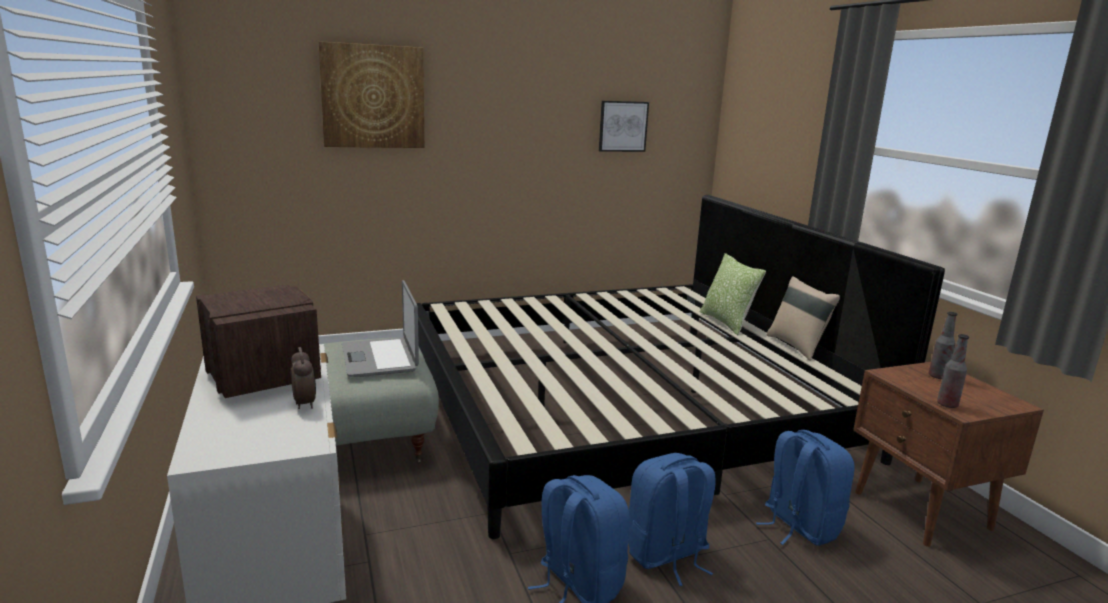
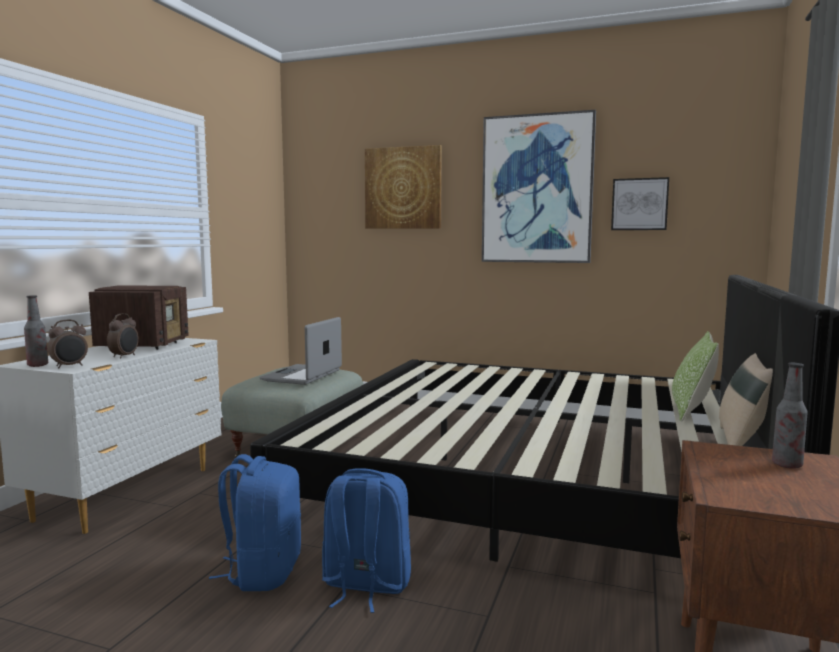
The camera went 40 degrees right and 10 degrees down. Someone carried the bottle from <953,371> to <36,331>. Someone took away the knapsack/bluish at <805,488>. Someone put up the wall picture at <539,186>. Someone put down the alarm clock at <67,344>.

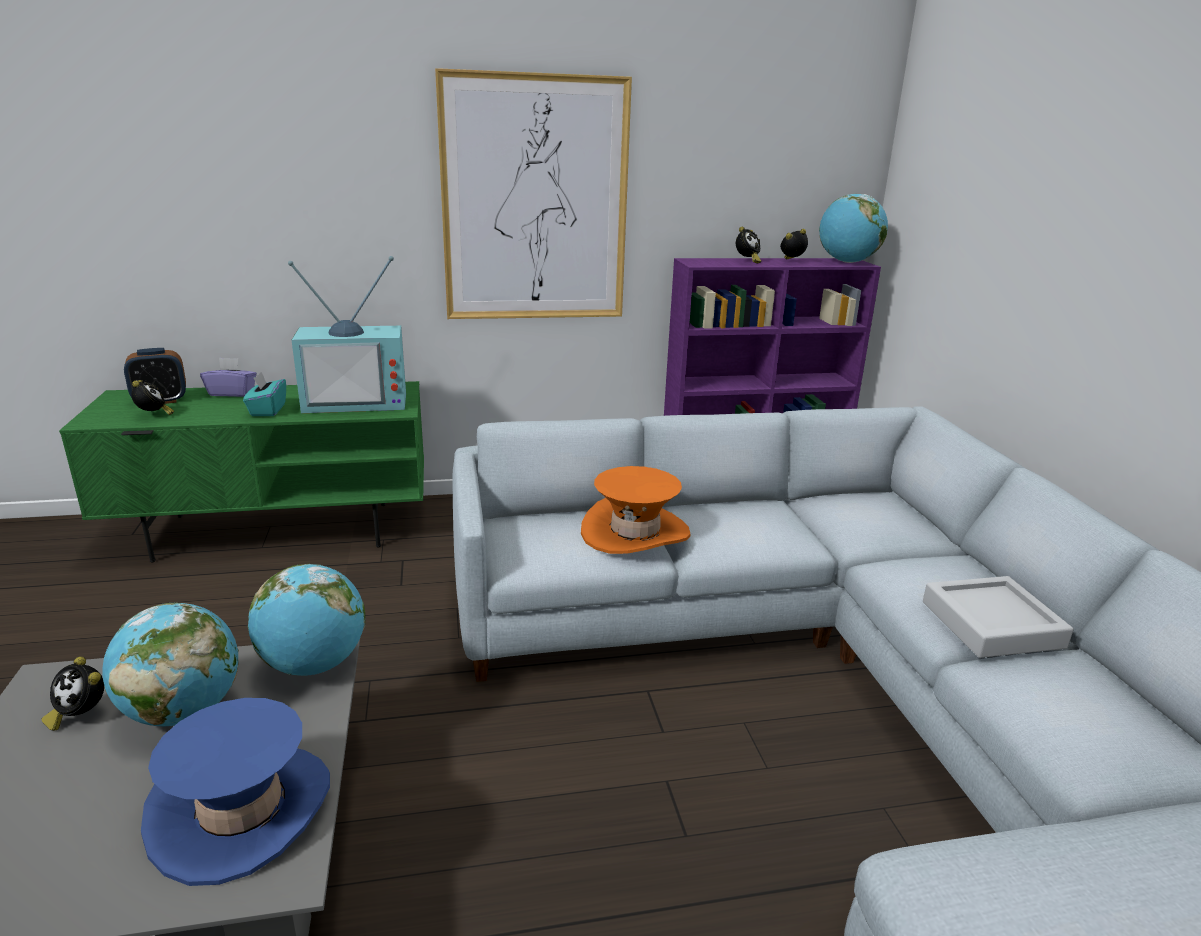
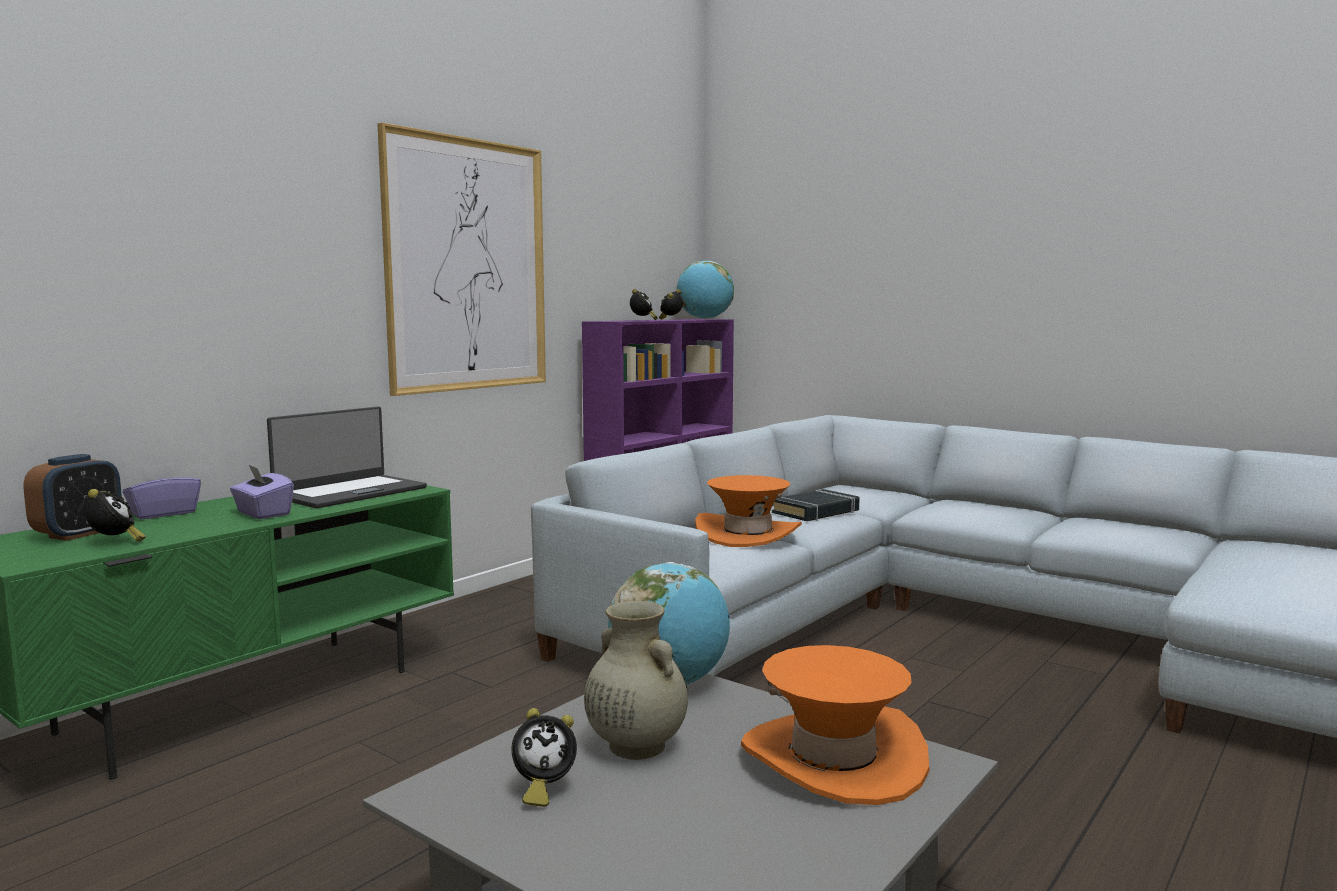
The camera went 40 degrees left and 15 degrees down. Someone swapped the television at <347,334> for the portable computer at <347,457>. Someone repainted the tissue box/turquoise at <264,394>, which became the tissue box/purple at <262,491>. Someone rotated the alarm clock at <152,397> by 45 degrees clockwise. Someone took away the carrying tray/gray at <998,617>. Someone swapped the globe at <170,664> for the flower vase/sand-coloured at <636,680>. Someone repainted the hat/bluish at <235,792>, which became the hat/orange-coloured at <835,725>. Someone put down the bound book/blackish at <815,505>.

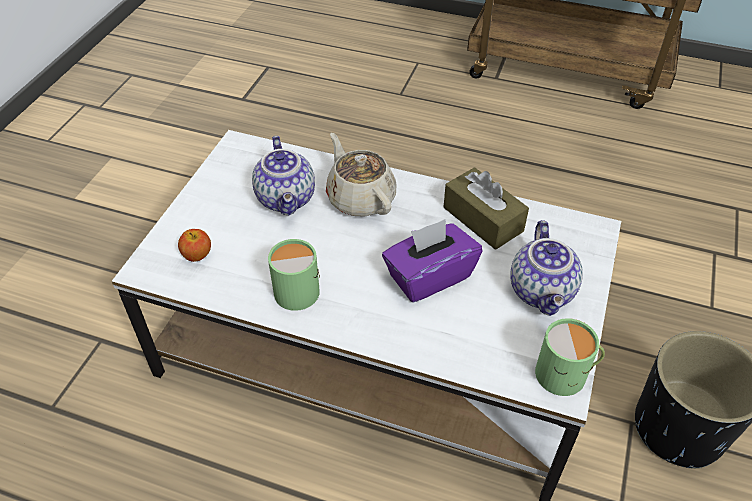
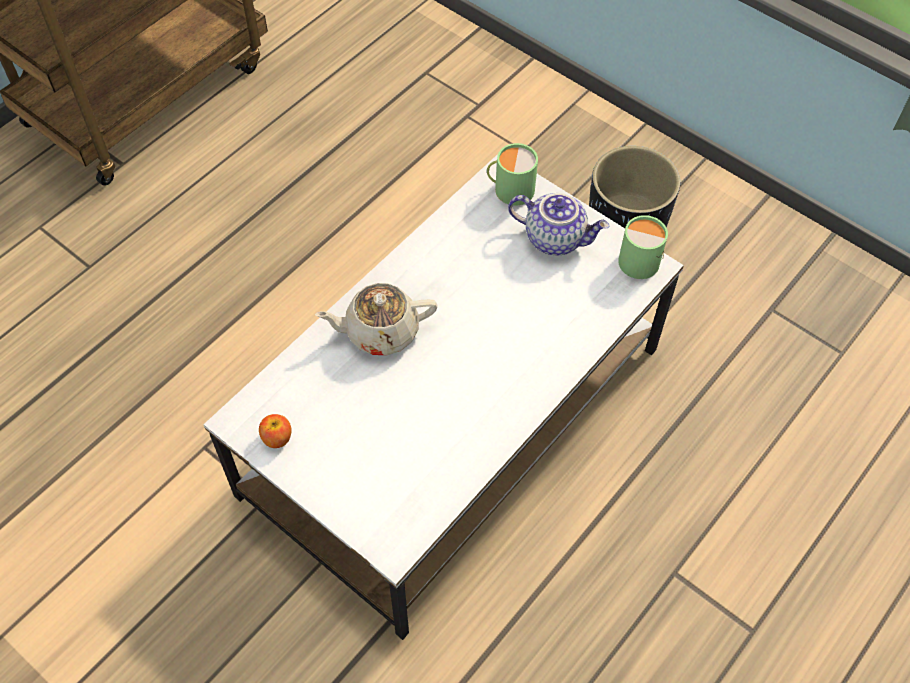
The camera went 70 degrees left and 10 degrees up. Someone took away the teapot at <283,175>. Someone took away the tissue box/brownish at <486,208>. Someone took away the tissue box/purple at <432,260>. Someone carried the whole apple from <194,245> to <275,431>. Someone carried the mug/greenish from <294,275> to <512,174>.

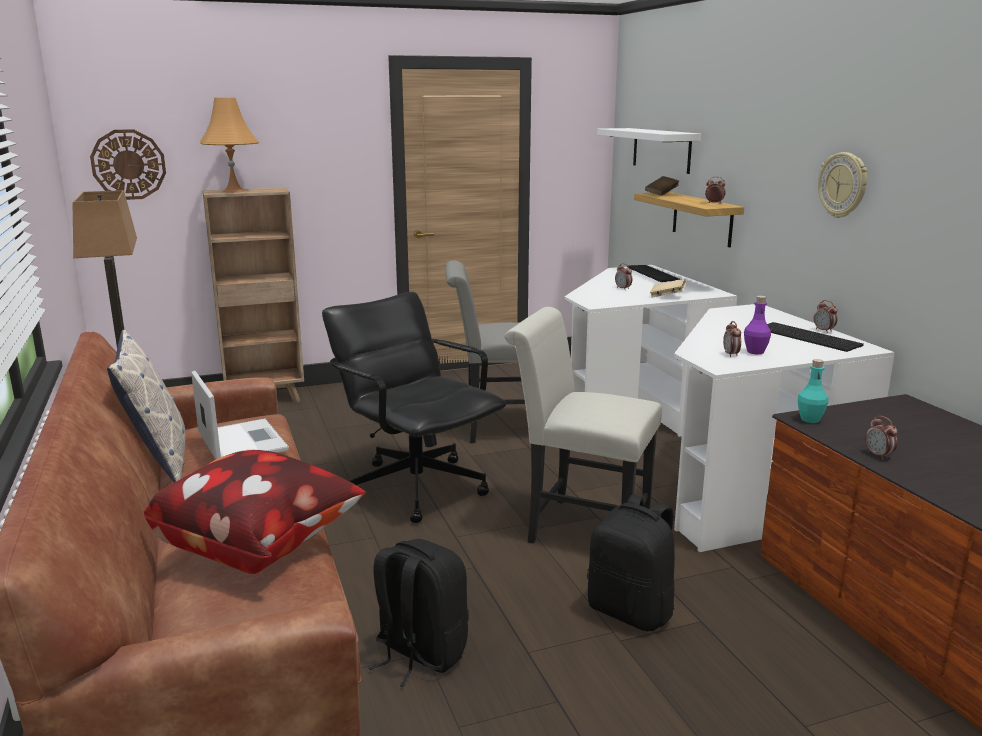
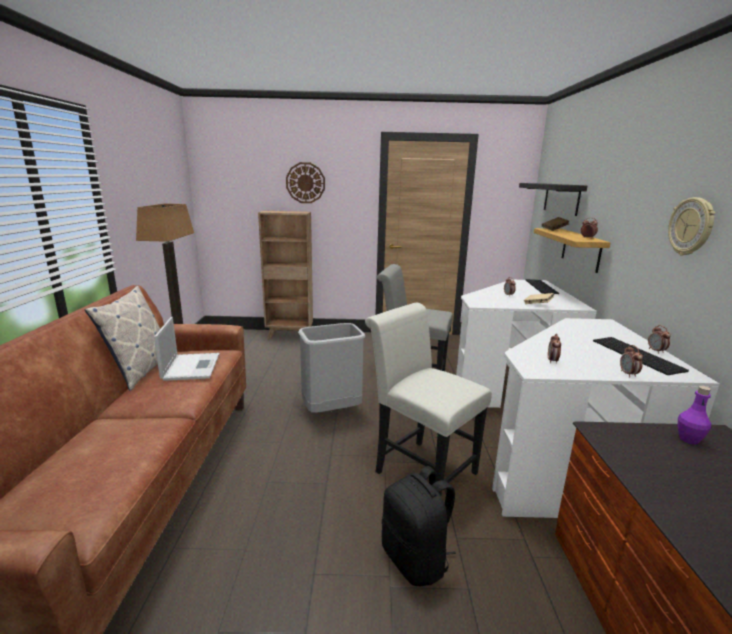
The camera went 20 degrees right and 0 degrees up. Someone took away the tabletop lamp/orange-coloured at <229,145>. Someone repainted the bracket shelf/white at <649,151>, which became the bracket shelf/blackish at <553,199>. Someone carried the hanging clock from <128,164> to <305,182>. Someone swapped the desk chair/blackish at <414,407> for the rubbish bin/gray at <331,368>. Someone carried the bottle/purple from <757,325> to <694,415>. Someone took away the bottle/turquoise at <813,391>. Someone carried the alarm clock from <882,438> to <631,361>. Someone took away the throw pillow at <254,512>. Someone took away the knapsack/blackish at <419,613>.

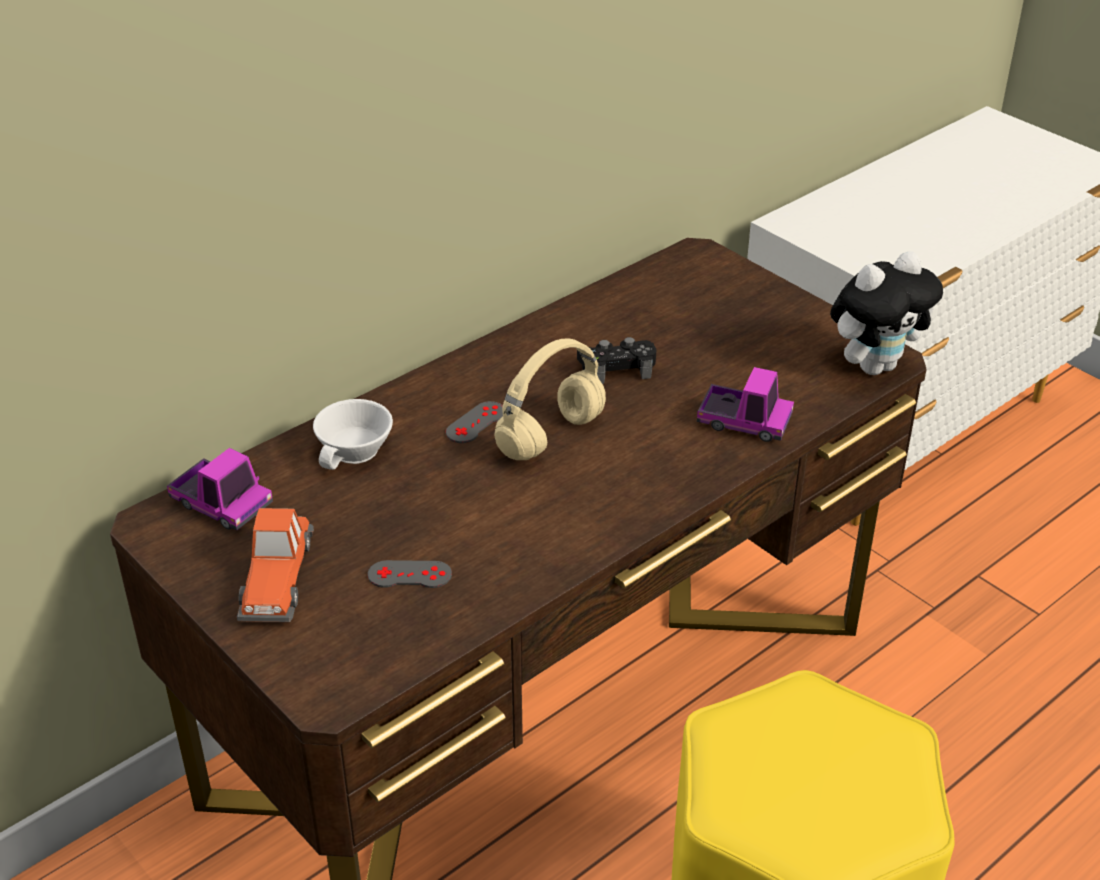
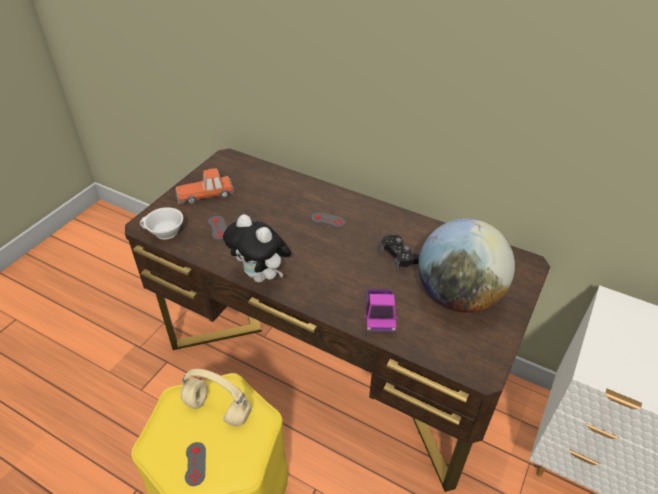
The camera went 70 degrees right and 5 degrees up. Someone carried the cuddly toy from <886,313> to <257,248>. Someone carried the headphones/sand-coloured from <550,399> to <216,397>. Someone carried the drinking cup/white from <353,434> to <161,223>. Someone took away the model truck at <220,489>. Someone put down the globe at <466,266>. Someone put down the joypad/gray at <195,464>.

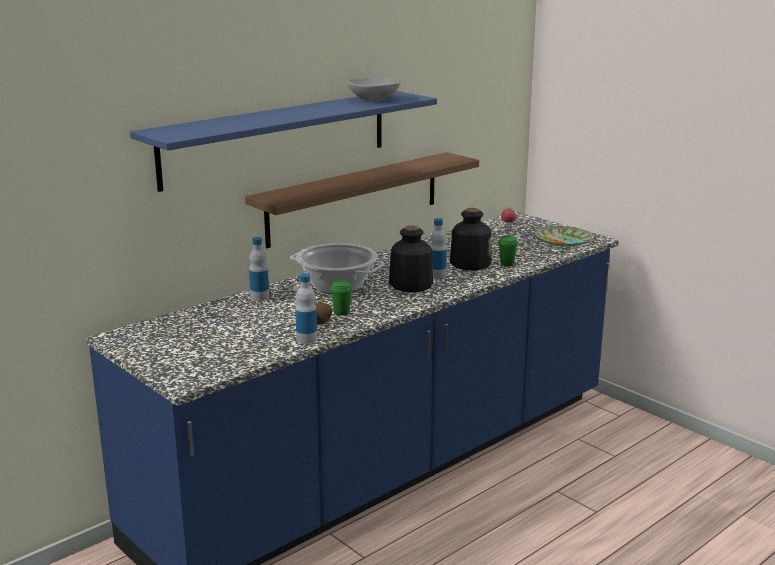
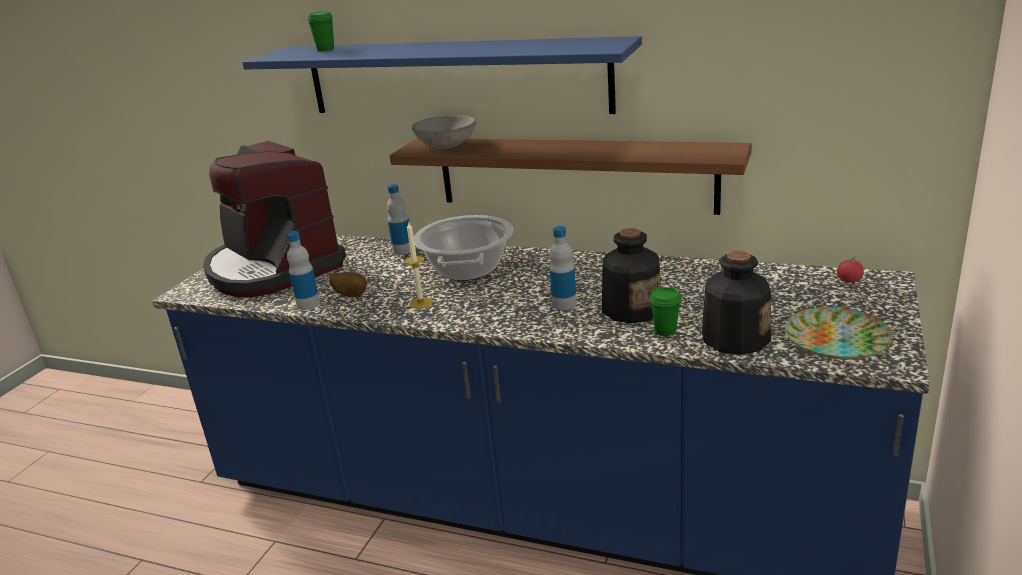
The camera went 65 degrees right and 5 degrees up. Someone carried the bowl/gray from <374,89> to <444,132>. Someone carried the bottle from <411,259> to <736,302>. Someone carried the drinking cup/greenish from <341,298> to <320,32>. Someone put down the coffee maker at <274,219>. Someone put down the wax candle at <418,265>.

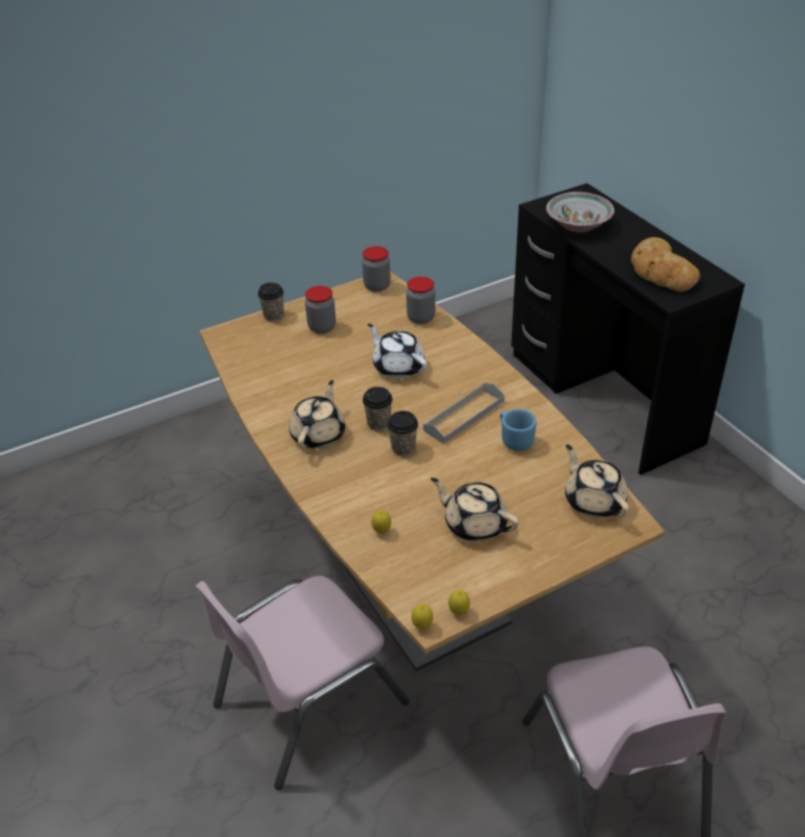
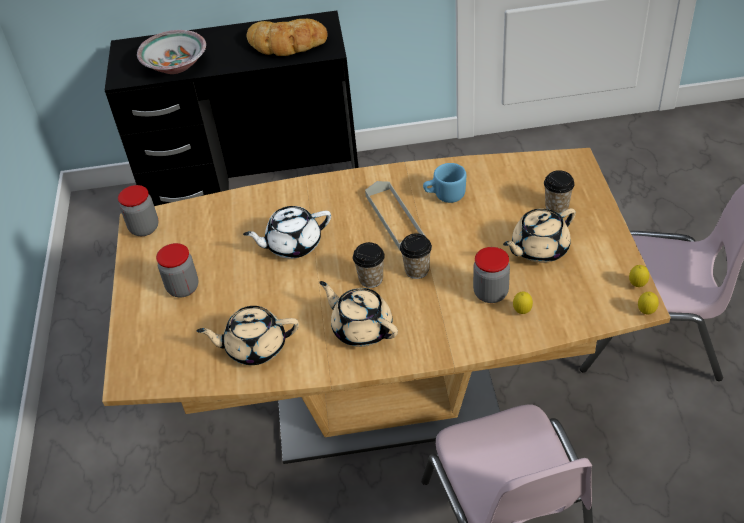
The camera went 65 degrees left and 5 degrees up. Someone carried the preserve jar from <420,300> to <491,275>. Someone carried the drinking cup from <271,301> to <559,192>. Someone carried the teapot/sand-coloured from <597,481> to <248,335>.

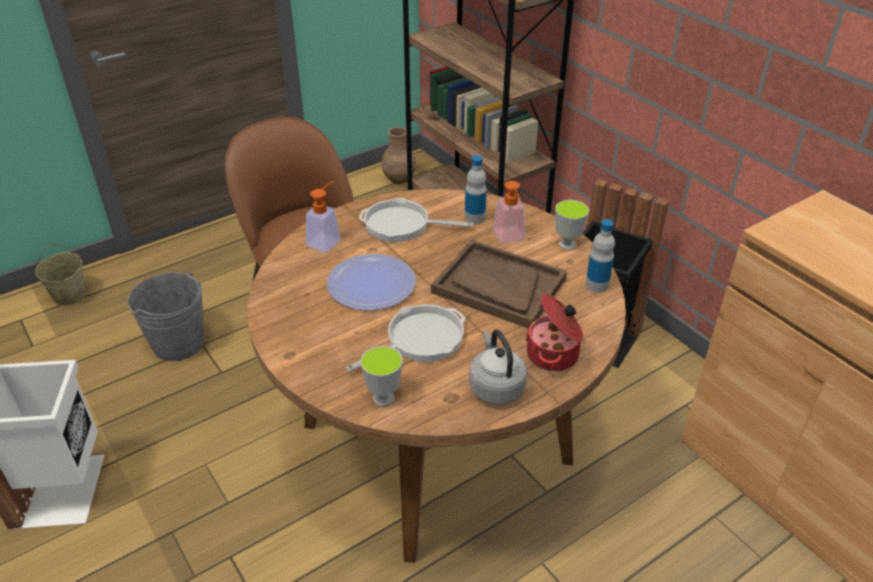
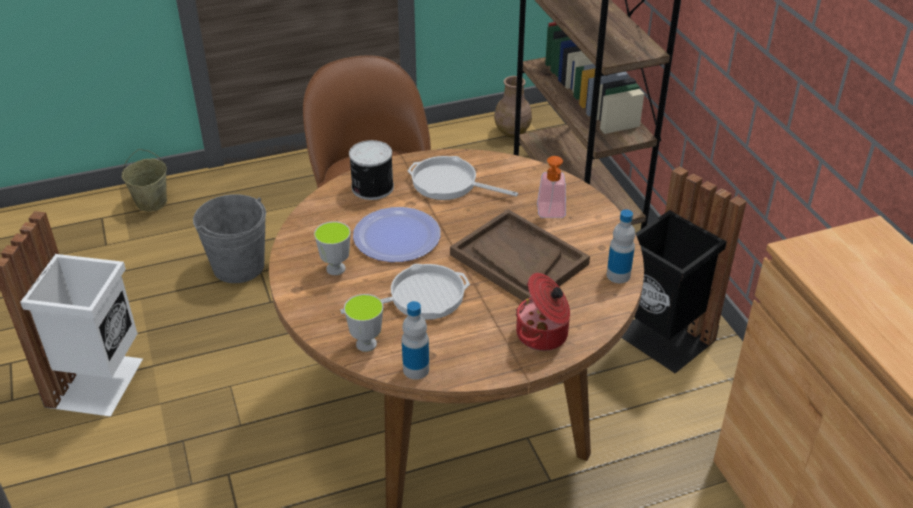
The camera went 15 degrees right and 0 degrees up. Someone carried the bottle from <476,189> to <415,340>. Someone swapped the soap dispenser at <323,216> for the can at <371,170>. Someone carried the drinking cup from <572,225> to <332,248>. Someone took away the kettle/gray at <498,367>.

